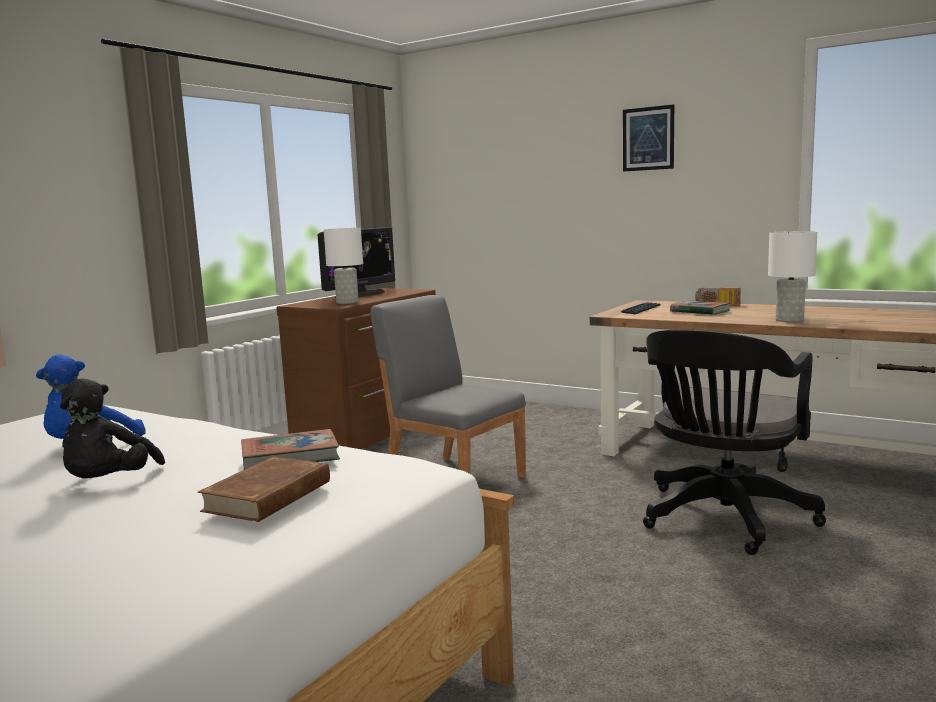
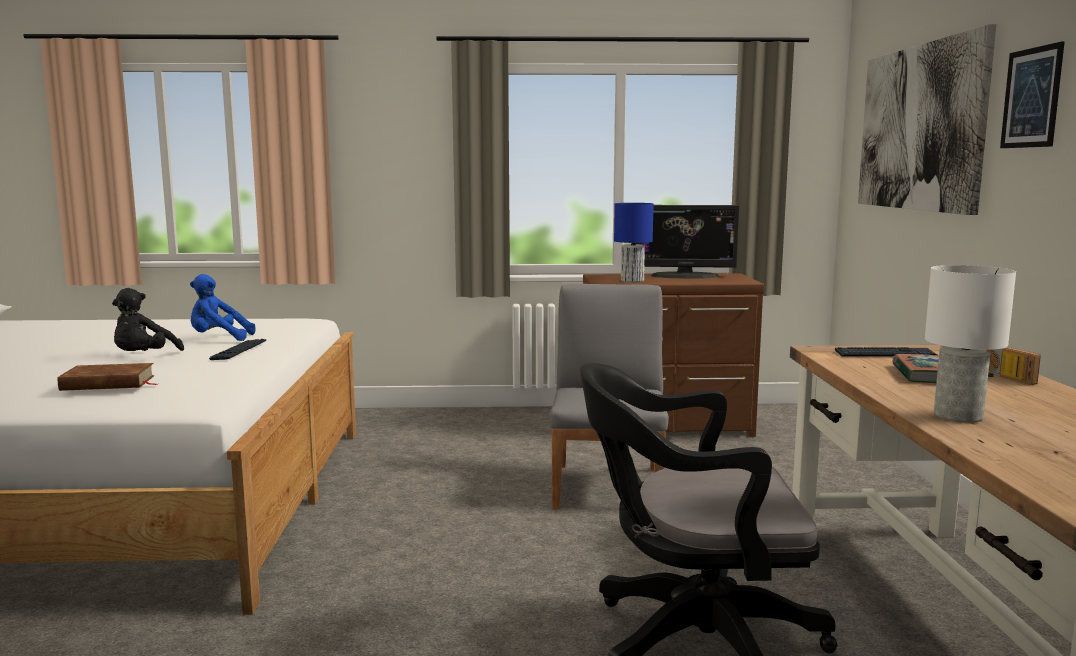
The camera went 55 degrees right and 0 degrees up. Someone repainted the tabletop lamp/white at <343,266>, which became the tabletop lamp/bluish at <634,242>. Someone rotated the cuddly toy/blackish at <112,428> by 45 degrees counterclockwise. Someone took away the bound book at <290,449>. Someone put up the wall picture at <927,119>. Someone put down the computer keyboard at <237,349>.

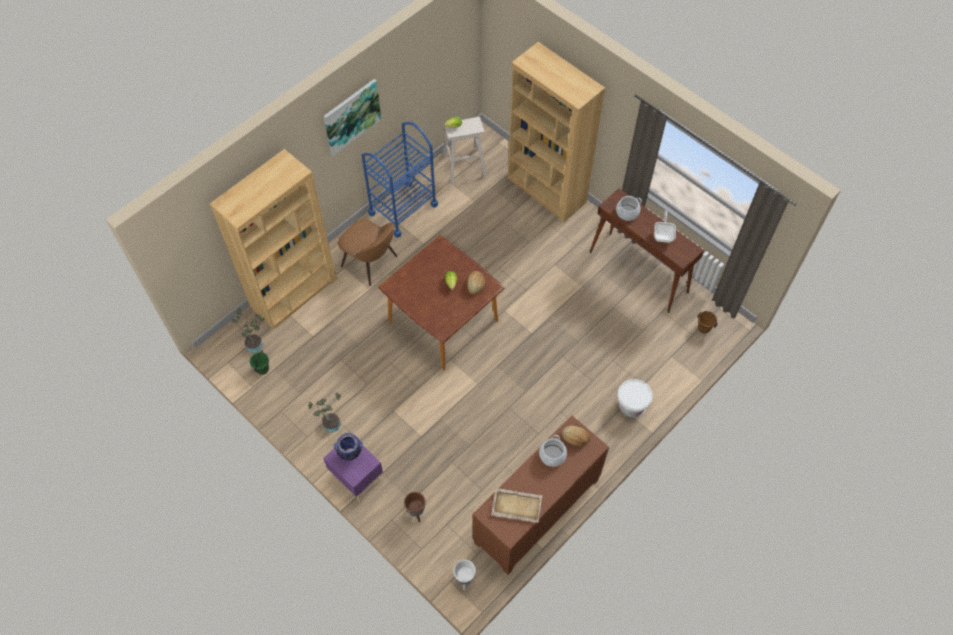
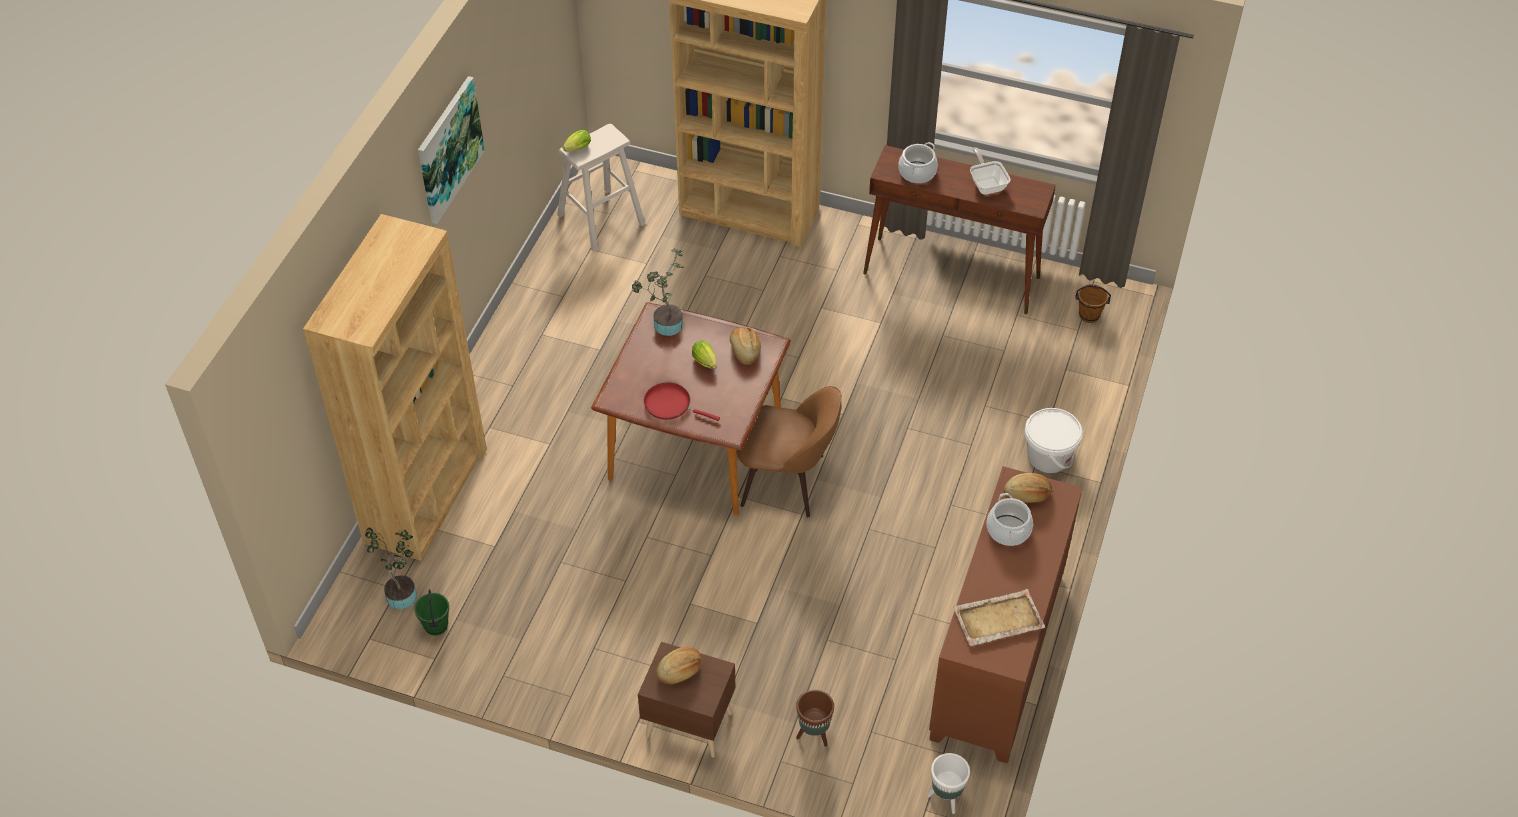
The camera went 25 degrees left and 10 degrees down. Someone took away the cart/bluish at <400,180>. Someone carried the chair/brownish from <367,252> to <789,451>. Someone carried the plant in a pot from <324,413> to <658,292>. Someone swapped the flower vase at <348,446> for the bread at <678,665>. Someone repainted the night table/purple at <353,474>, which became the night table/brownish at <686,700>. Someone put down the pan/reddish at <682,402>.

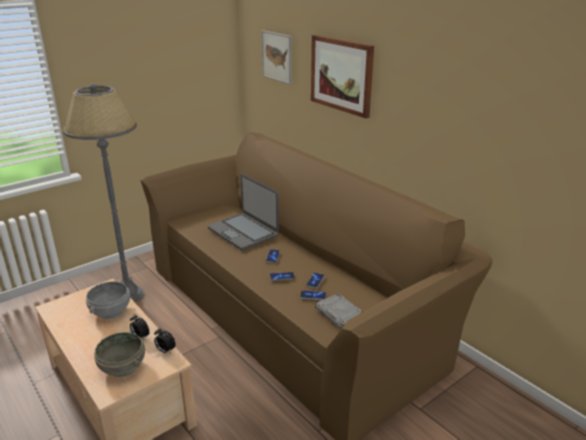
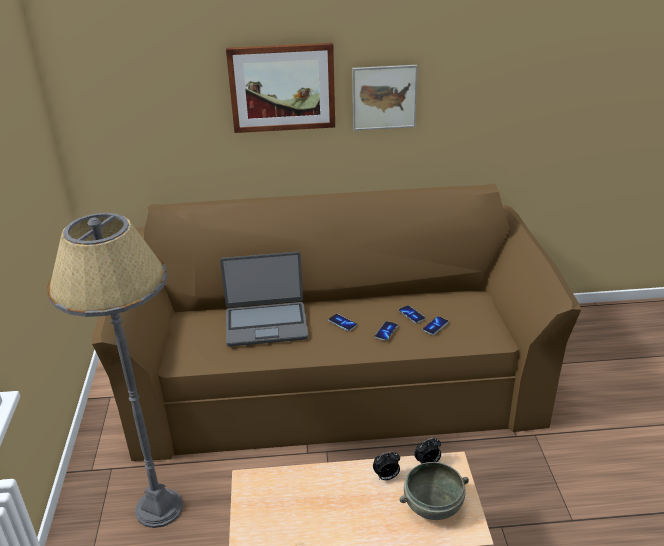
The camera went 55 degrees left and 5 degrees up. Someone carried the wall picture from <277,57> to <385,98>. Someone took away the bowl/gray at <108,300>. Someone took away the bound book/gray at <339,311>.

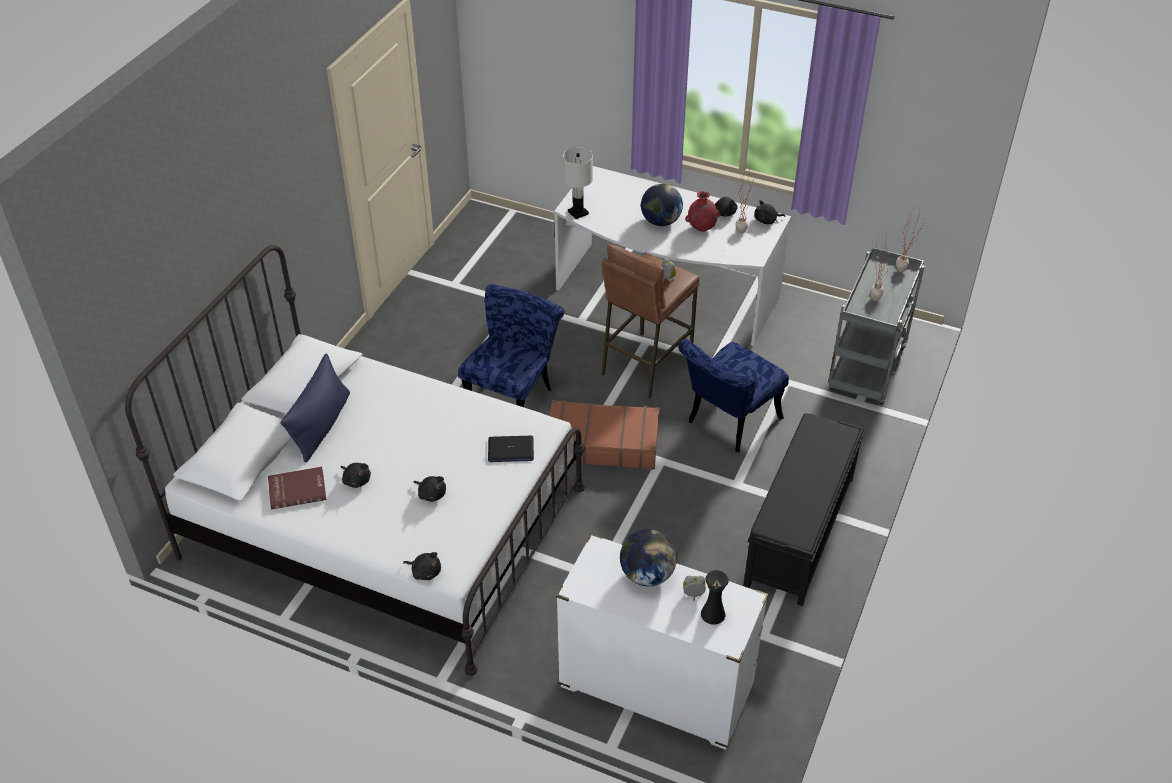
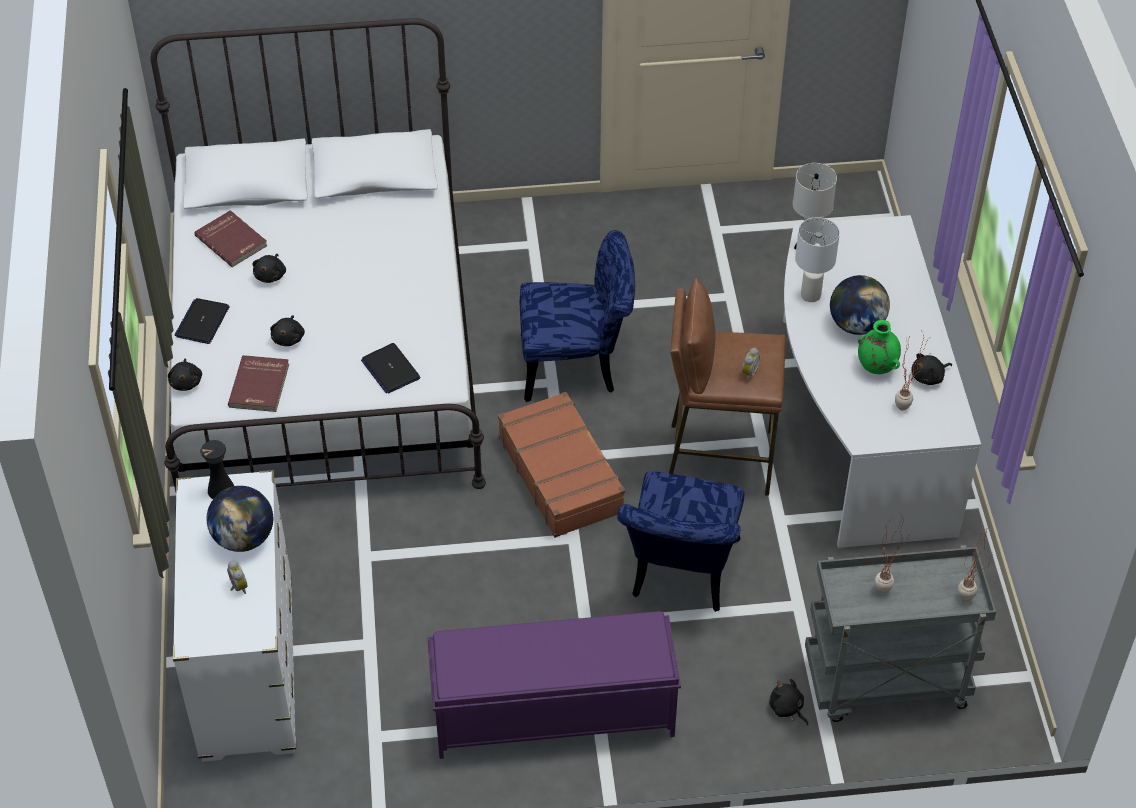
The camera went 60 degrees right and 5 degrees up. Someone repainted the flower vase/reddish at <703,211>, which became the flower vase/greenish at <879,347>. Someone carried the cuddly toy/blackish from <769,212> to <789,702>. Someone rotated the chair/bluish at <733,395> by 90 degrees counterclockwise. Someone took away the throw pillow/bluish at <315,408>. Someone repainted the long seat/blackish at <804,509>, which became the long seat/purple at <554,685>. Someone carried the flower vase/blackish from <715,597> to <217,469>. Someone put down the tabletop lamp/white at <817,259>. Someone put down the portable computer at <202,321>. Someone put down the bound book/reddish at <258,383>.

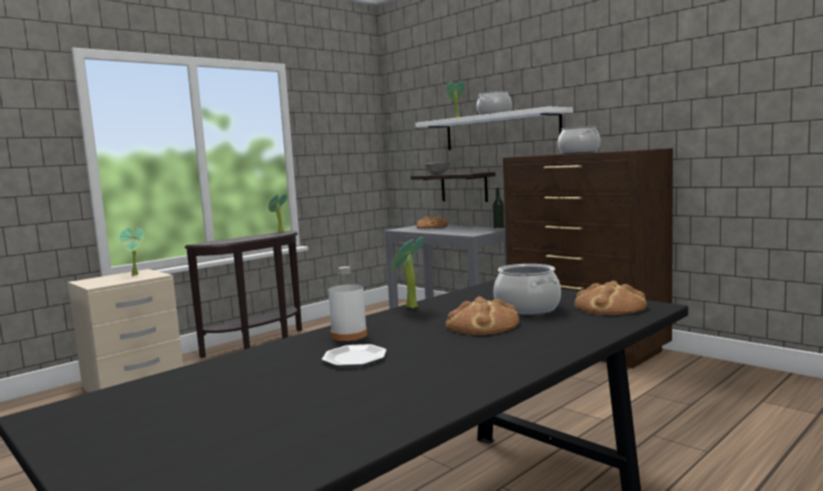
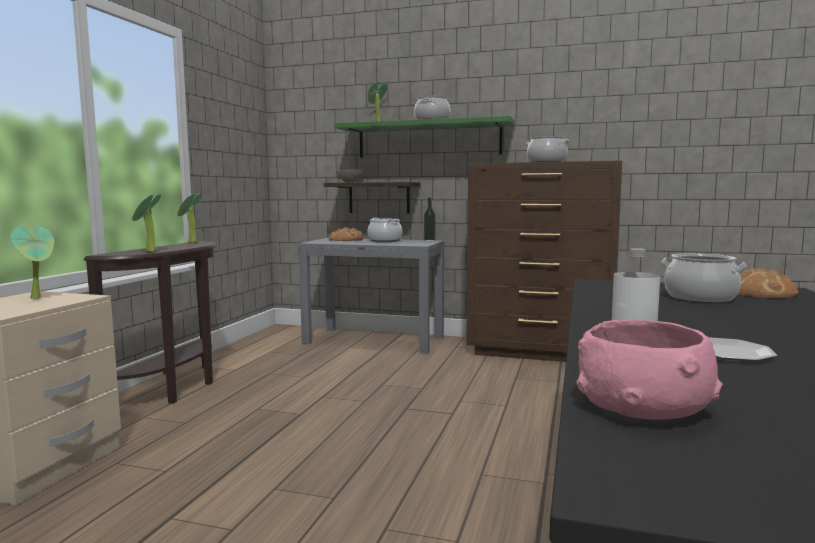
The camera went 30 degrees left and 0 degrees up. Someone repainted the bracket shelf/white at <494,128>, which became the bracket shelf/greenish at <424,137>. Someone carried the plant in a pot from <407,273> to <146,223>. Someone took away the bread at <483,315>. Someone put down the stockpot at <384,230>. Someone put down the bowl/pinkish at <649,370>.

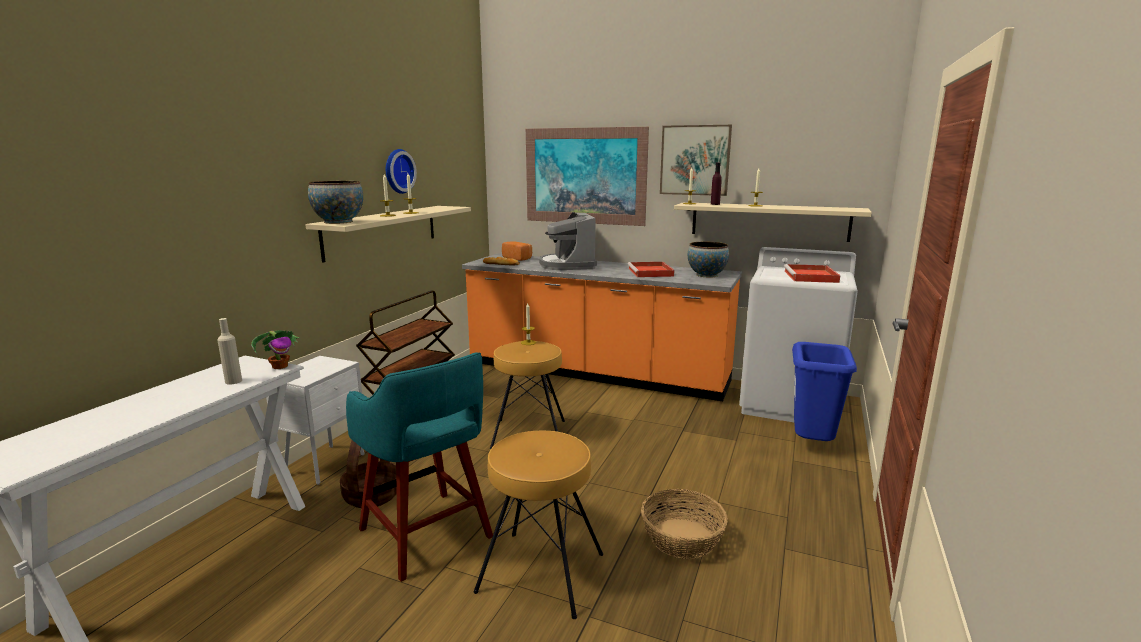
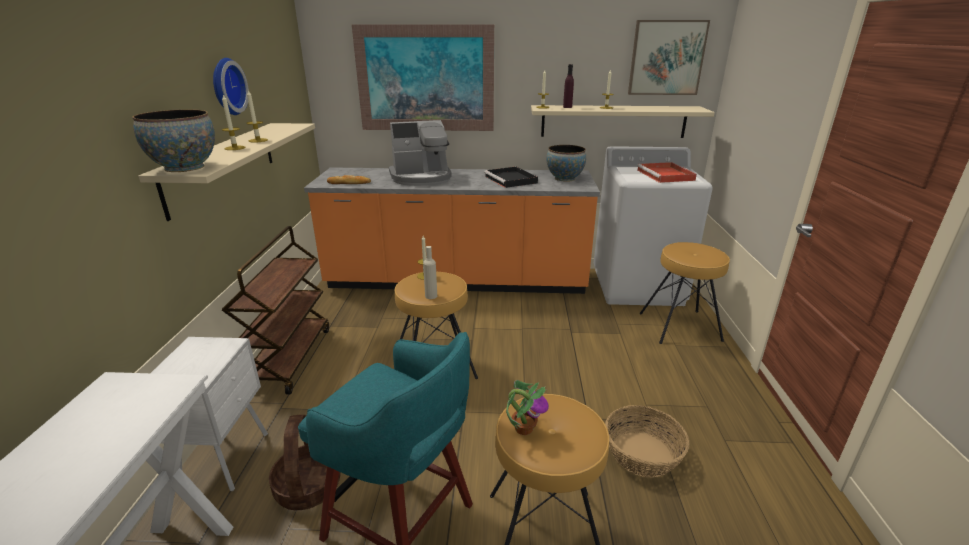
The camera went 20 degrees left and 10 degrees up. Someone carried the wall picture from <696,160> to <669,57>. Someone rotated the coffee maker at <568,241> by 75 degrees counterclockwise. Someone took away the bread at <517,251>. Someone repainted the carrying tray/reddish at <650,269>, which became the carrying tray/blackish at <511,177>. Someone carried the bottle/sand-coloured from <229,351> to <430,272>. Someone carried the plant in a pot from <275,349> to <527,407>. Someone swapped the rubbish bin/bluish at <824,391> for the sitting stool/brownish at <684,293>.

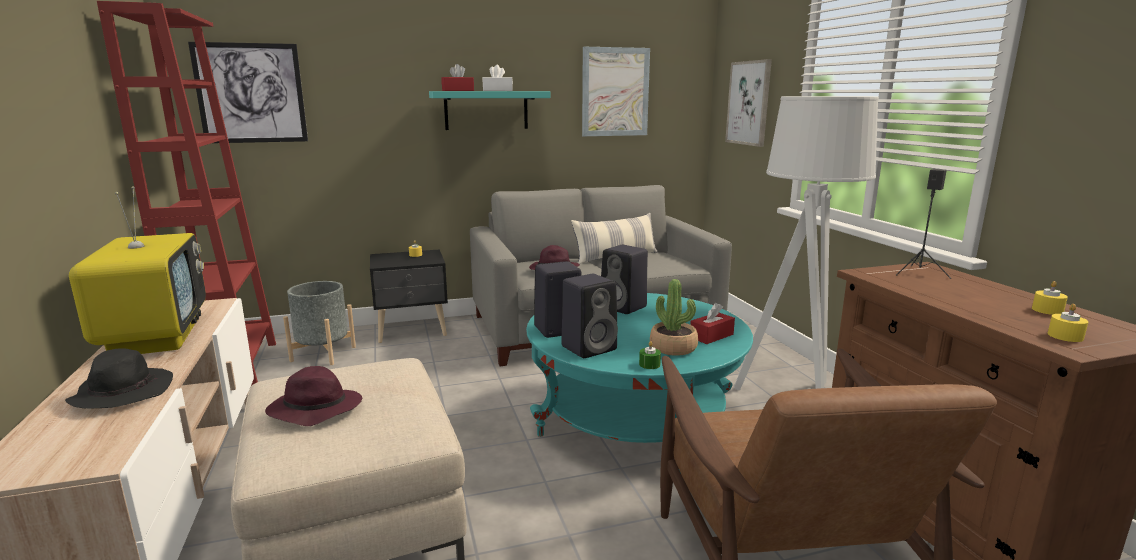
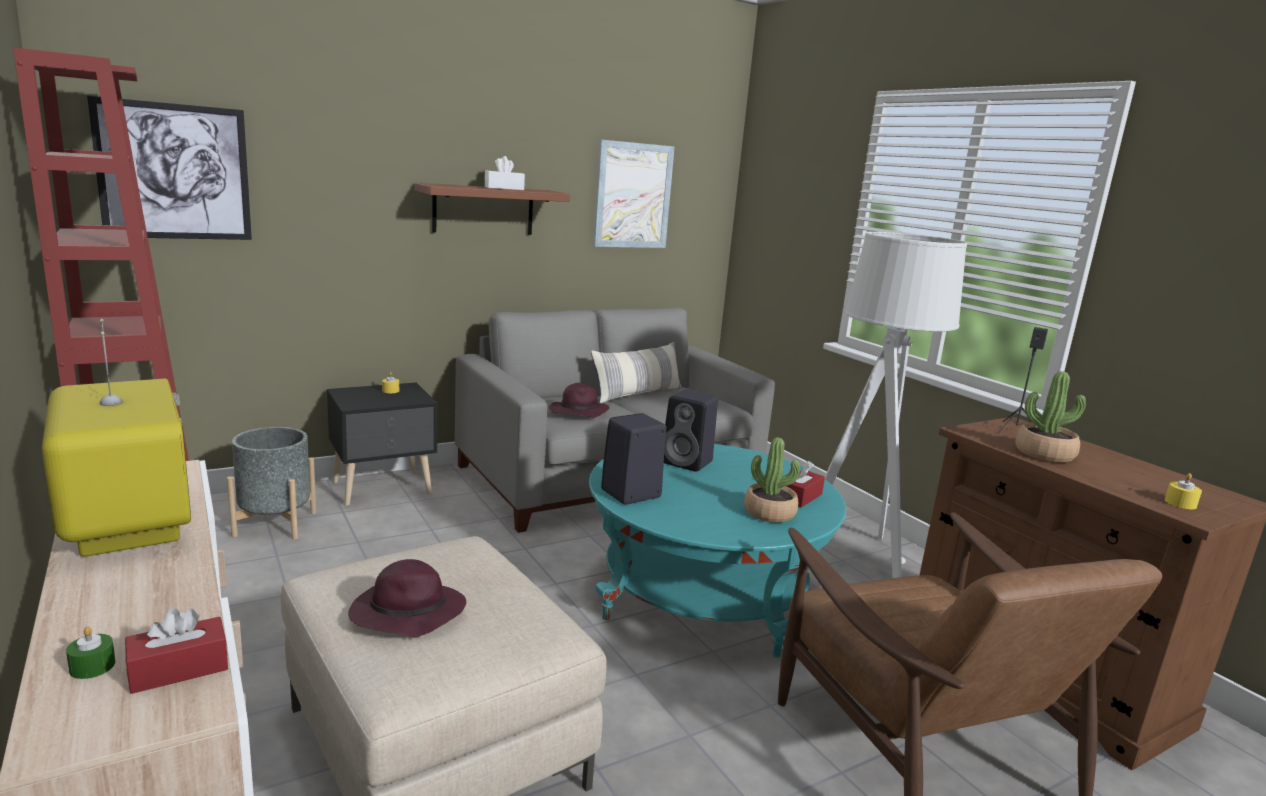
The camera went 15 degrees left and 0 degrees up. Someone took away the wall picture at <748,103>. Someone carried the tissue box/reddish from <458,77> to <176,651>. Someone repainted the bracket shelf/turquoise at <489,110>, which became the bracket shelf/brownish at <492,209>. Someone took away the audio speaker/blackish at <589,316>. Someone took away the wax candle/yellow-coloured at <1050,298>. Someone carried the wax candle/greenish from <650,355> to <91,652>. Someone took away the hat/blackish at <119,378>. Someone put down the plant in a pot at <1050,417>.

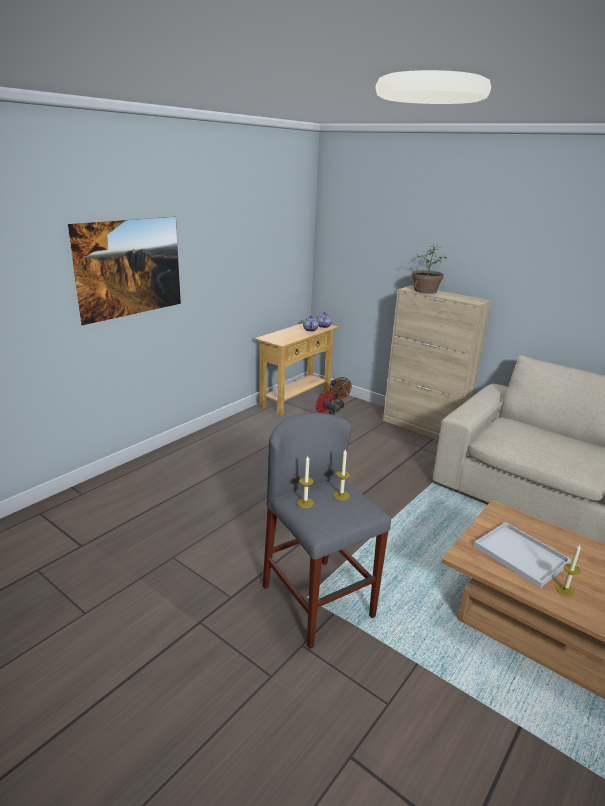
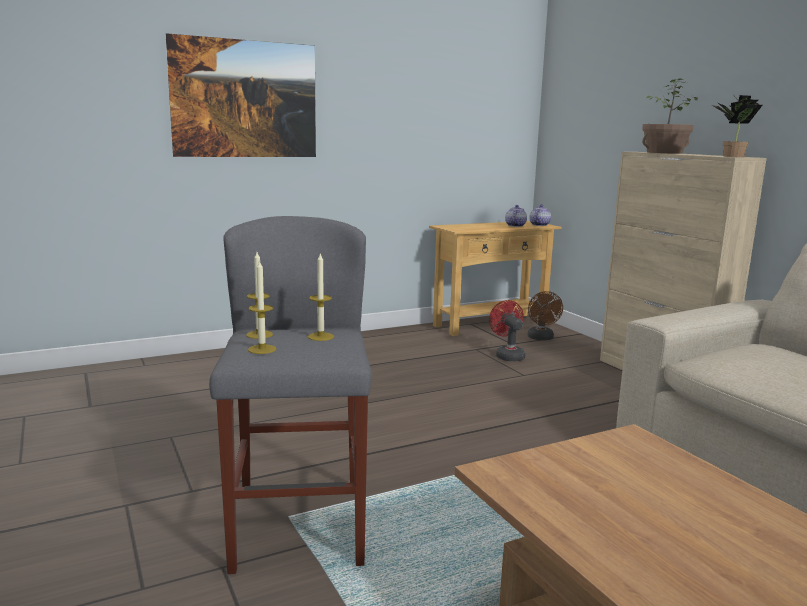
The camera went 25 degrees right and 10 degrees down. Someone took away the carrying tray/white at <523,555>. Someone carried the wax candle from <568,571> to <262,307>. Someone put down the plant in a pot at <737,125>.

